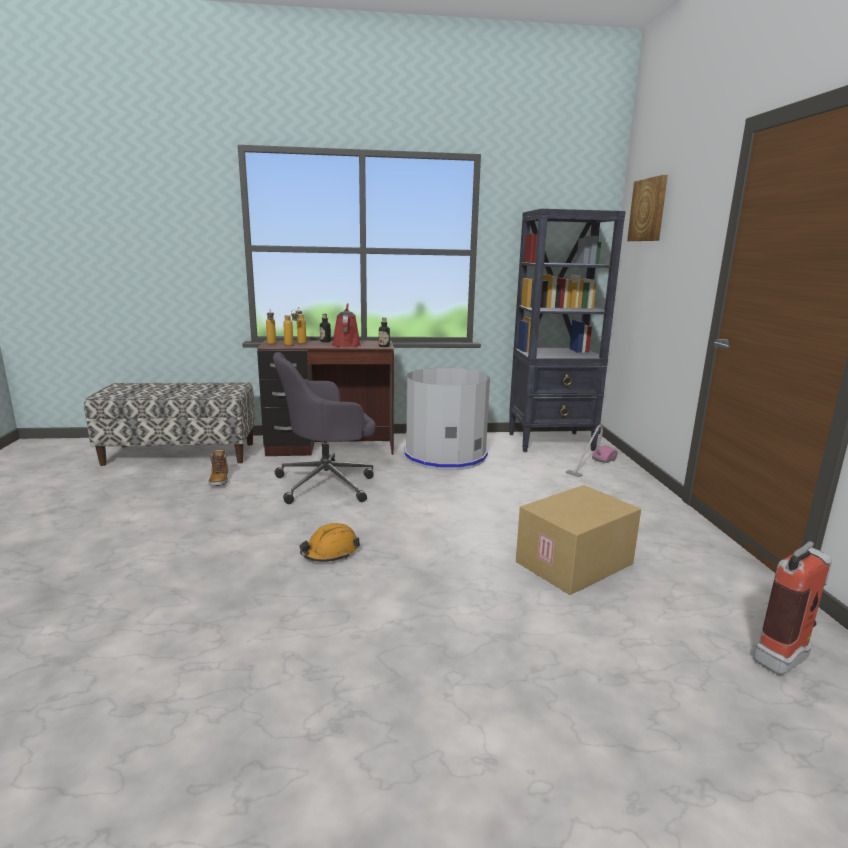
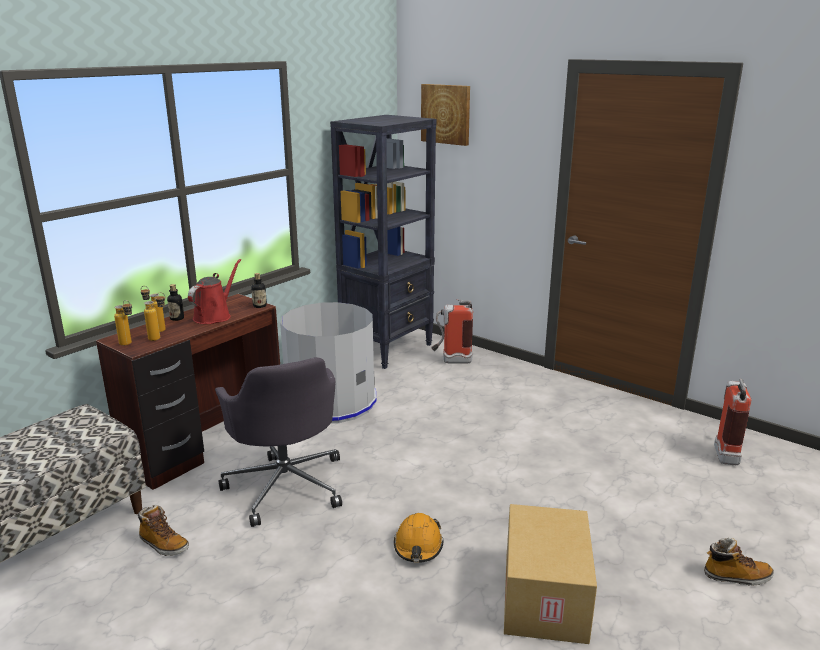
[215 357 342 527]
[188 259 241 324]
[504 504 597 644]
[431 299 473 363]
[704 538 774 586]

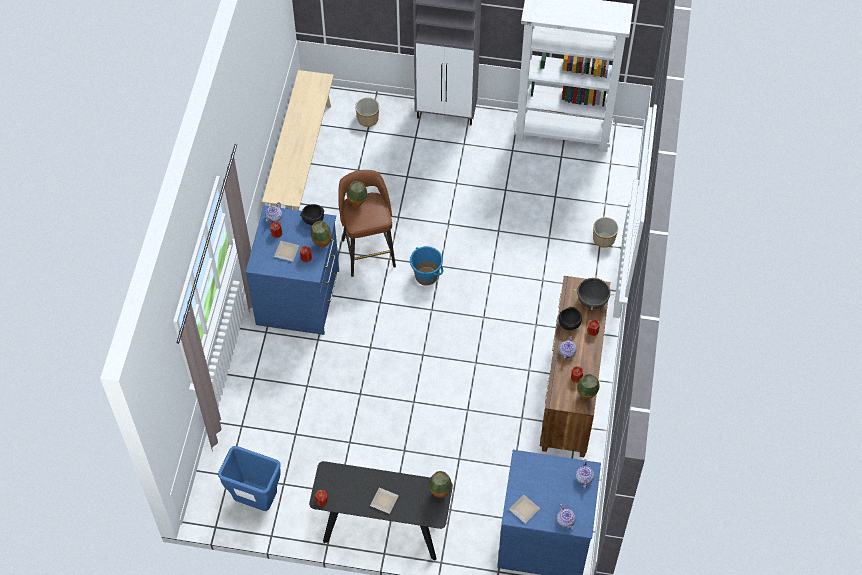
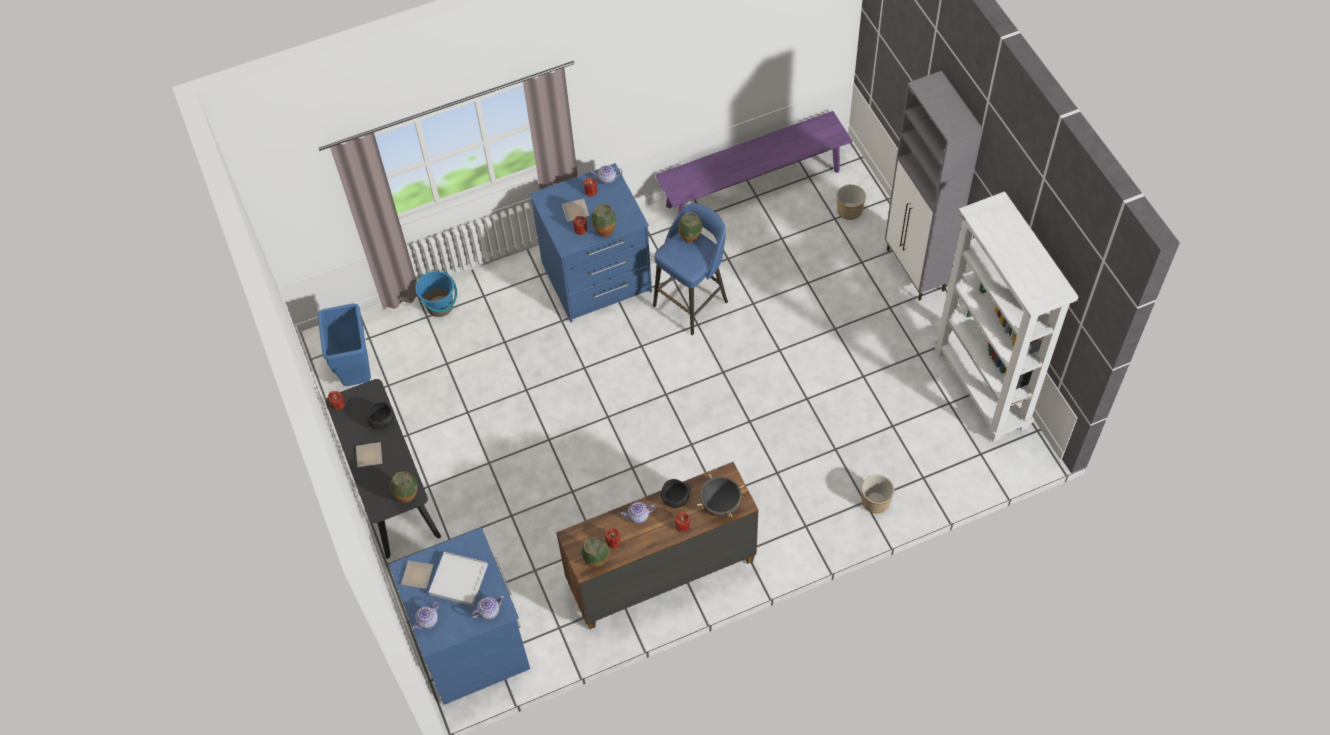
[655 111 852 215]
[367 402 394 430]
[653 203 728 335]
[415 271 457 317]
[429 552 488 606]

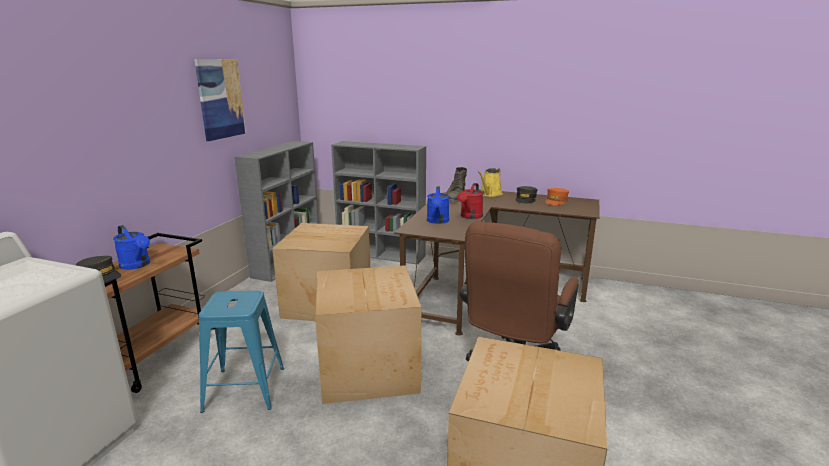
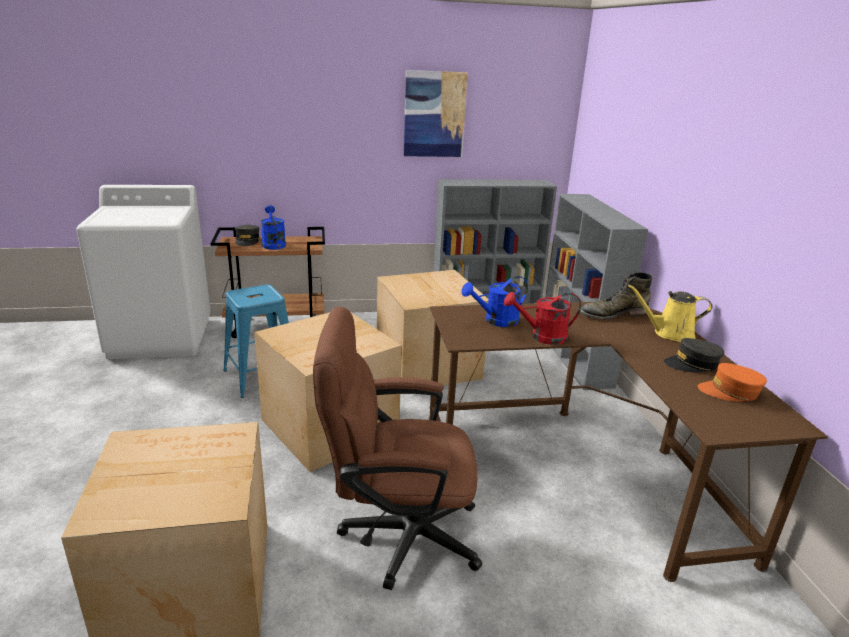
[261 205 286 250]

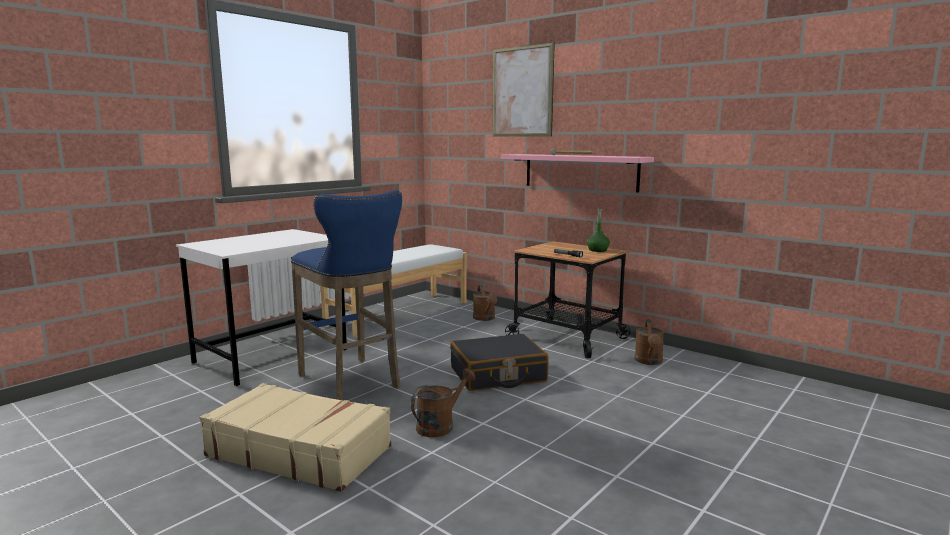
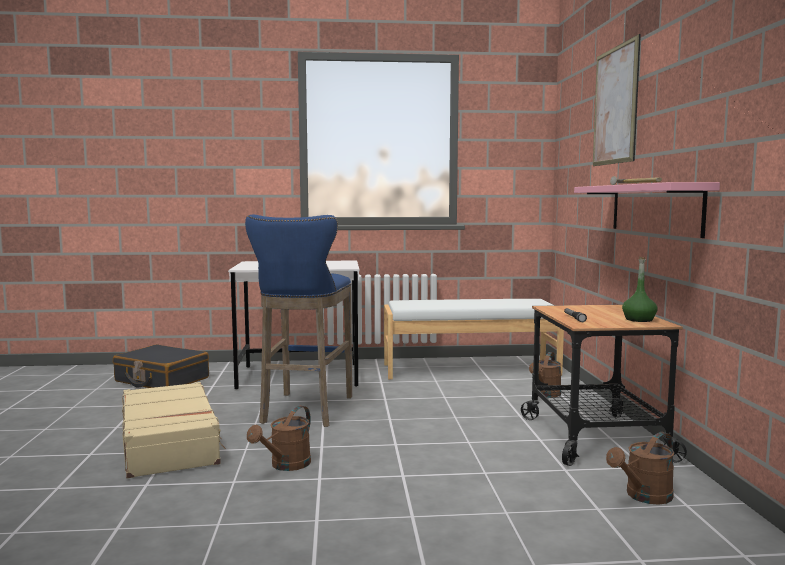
[247 406 311 471]
[113 344 209 388]

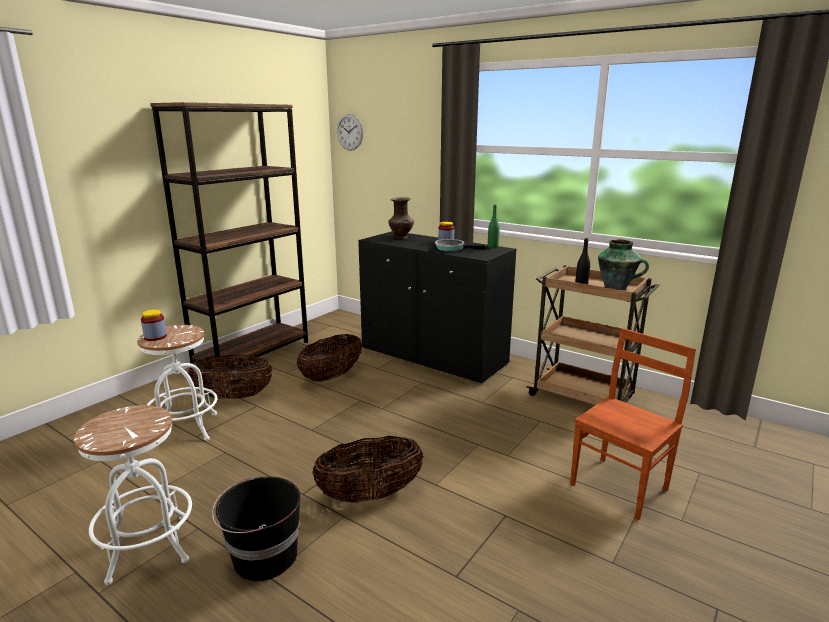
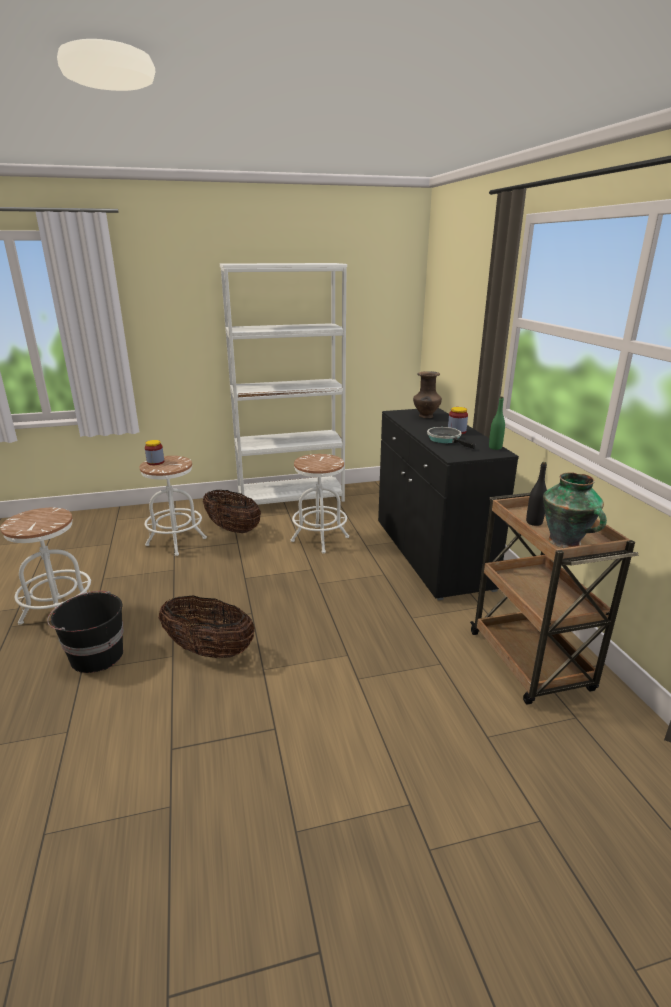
[220 263 347 509]
[290 454 349 553]
[337 114 363 151] (first image)
[570 328 696 521] (first image)

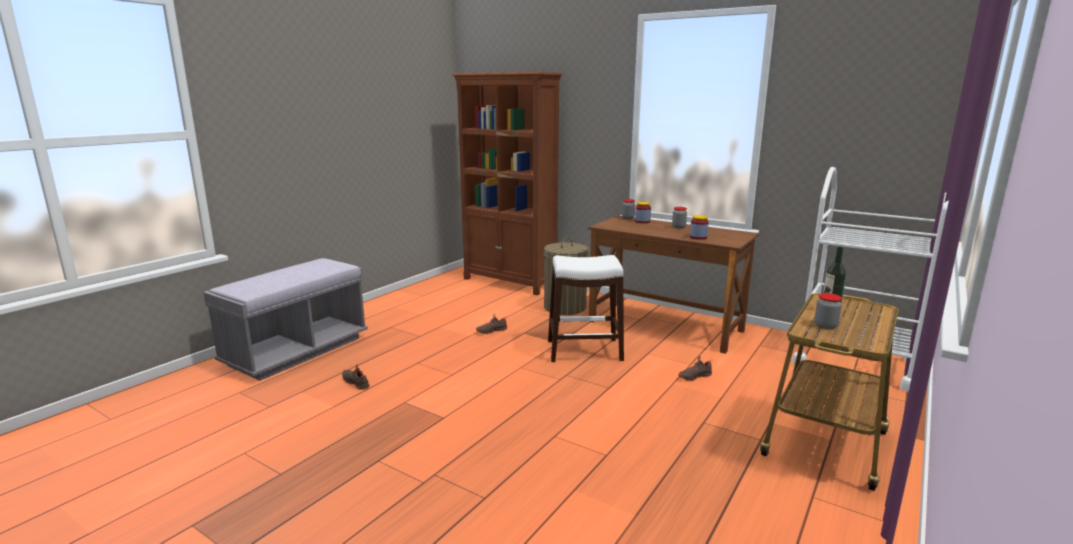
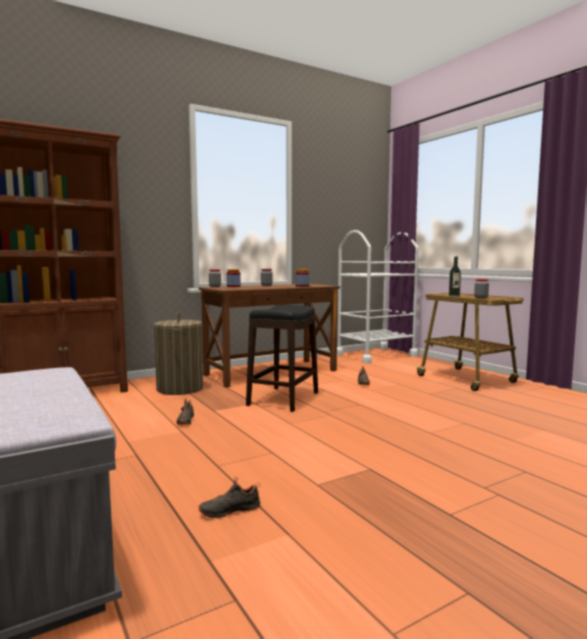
[246 305 318 412]

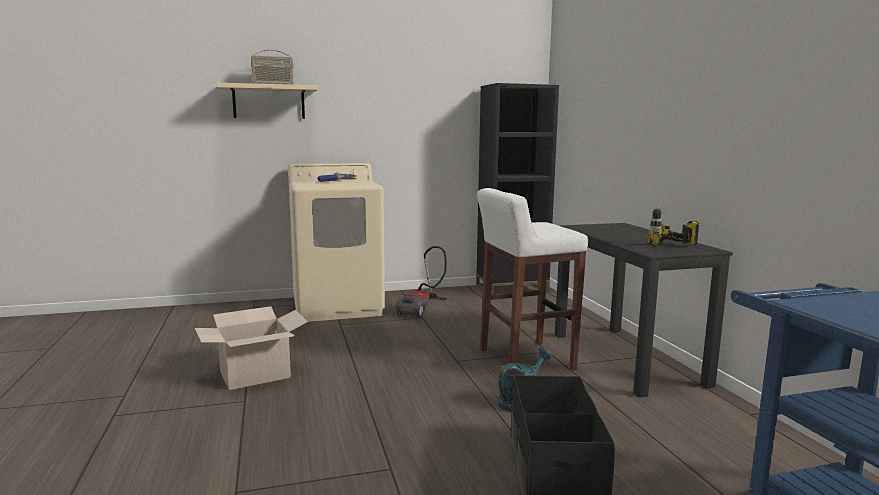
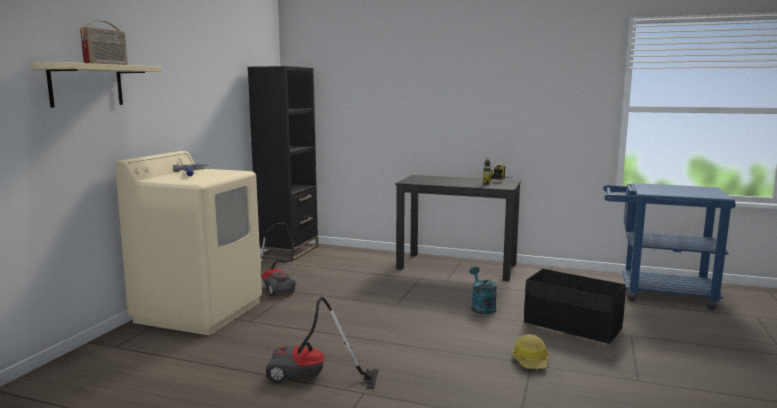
[266 297 378 390]
[477 188 588 370] (first image)
[512 334 549 369]

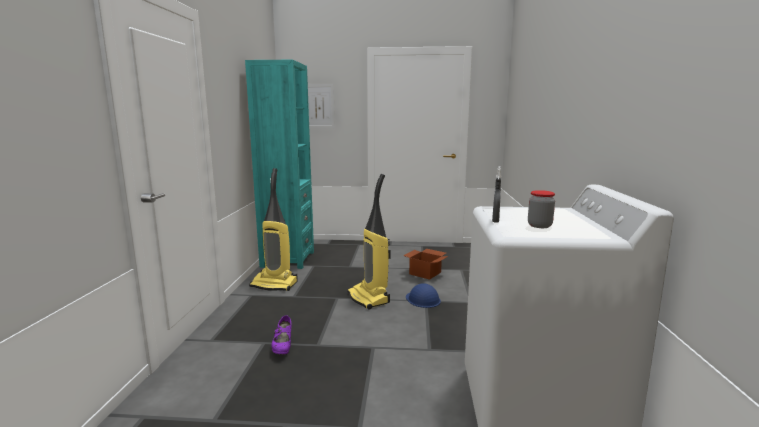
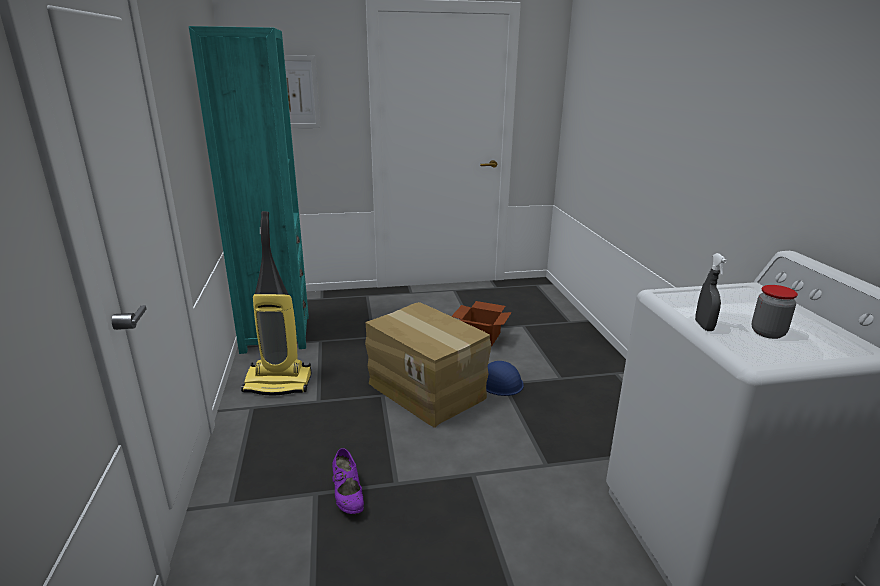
[365 302 491 428]

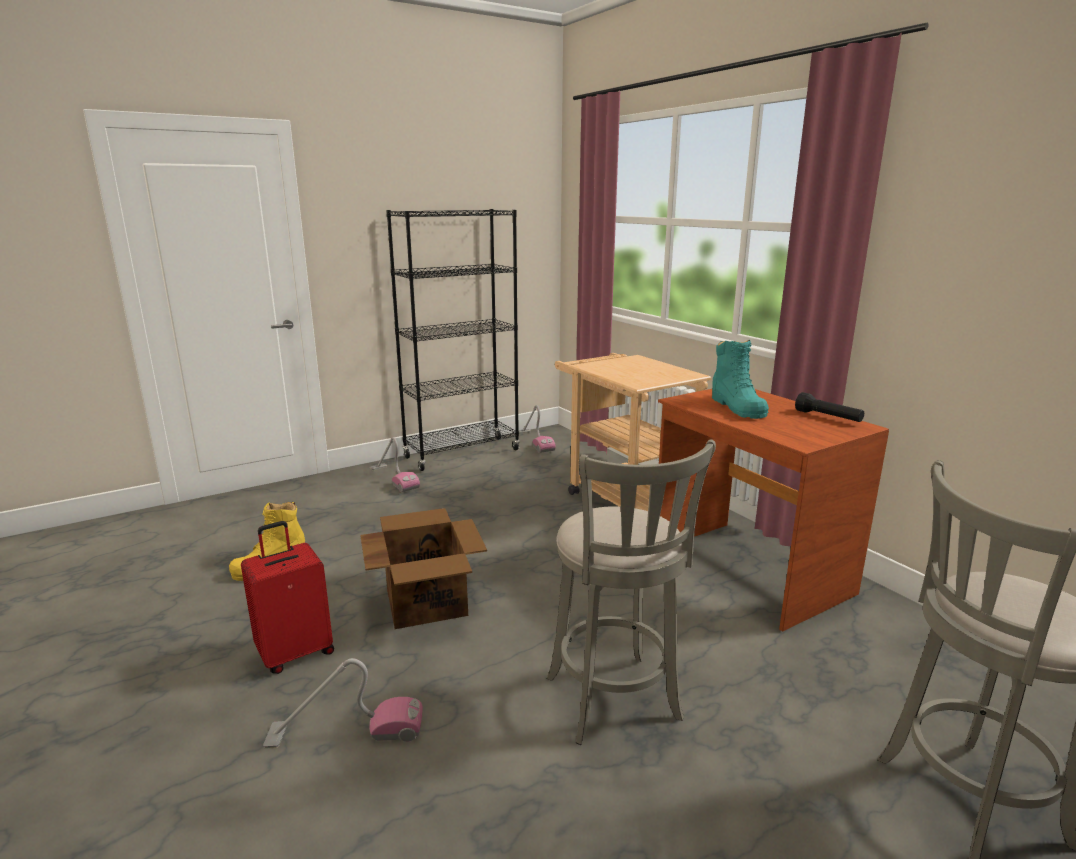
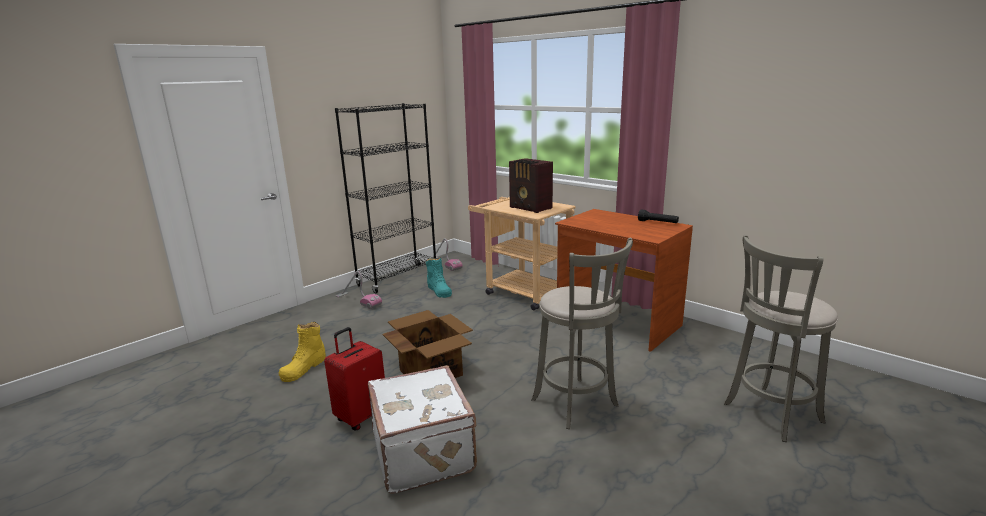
[368 365 477 494]
[426 258 452 298]
[509 158 553 213]

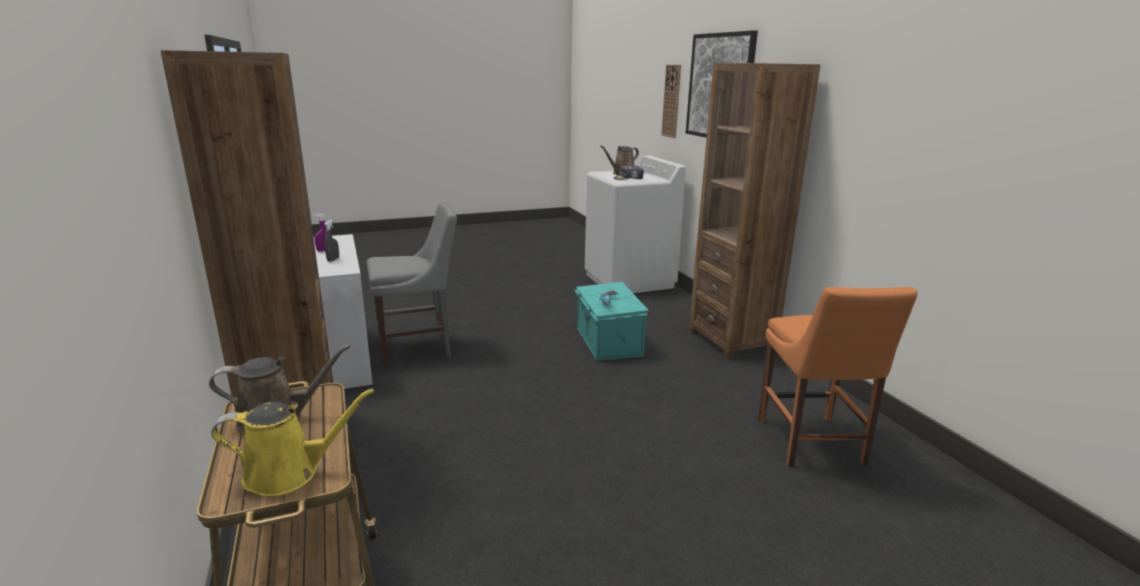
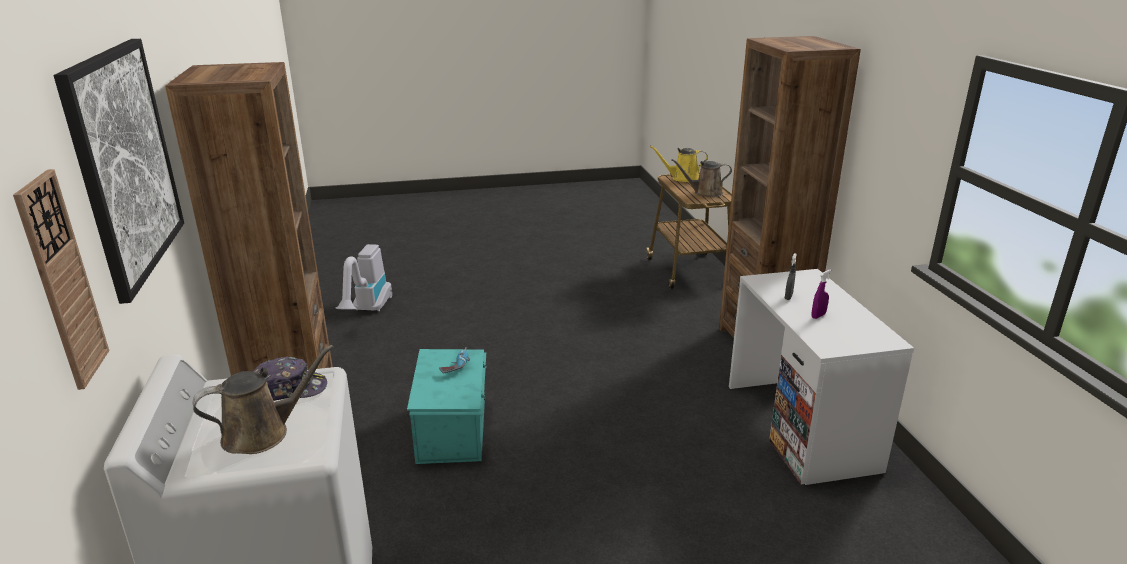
[366 202 457 367] (first image)
[336 244 392 311]

